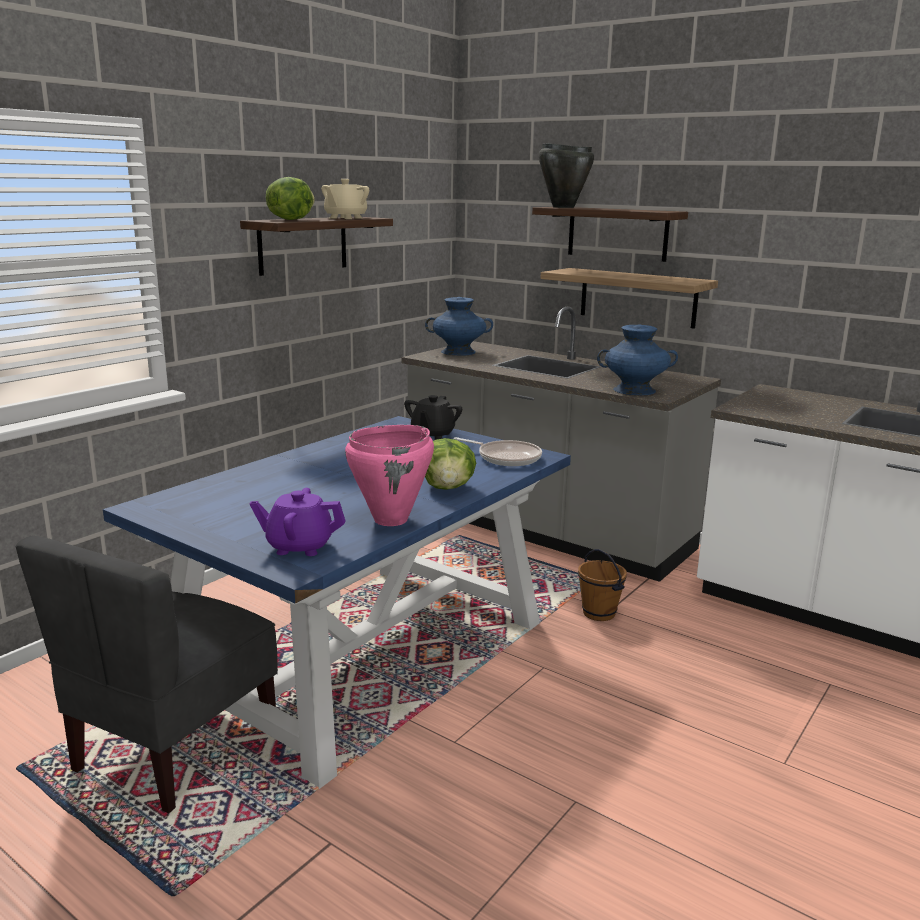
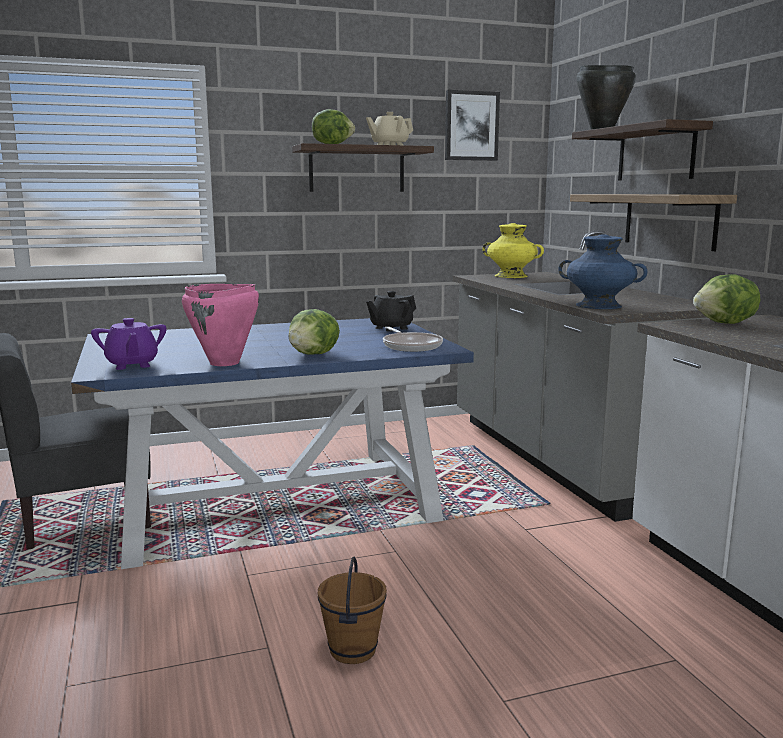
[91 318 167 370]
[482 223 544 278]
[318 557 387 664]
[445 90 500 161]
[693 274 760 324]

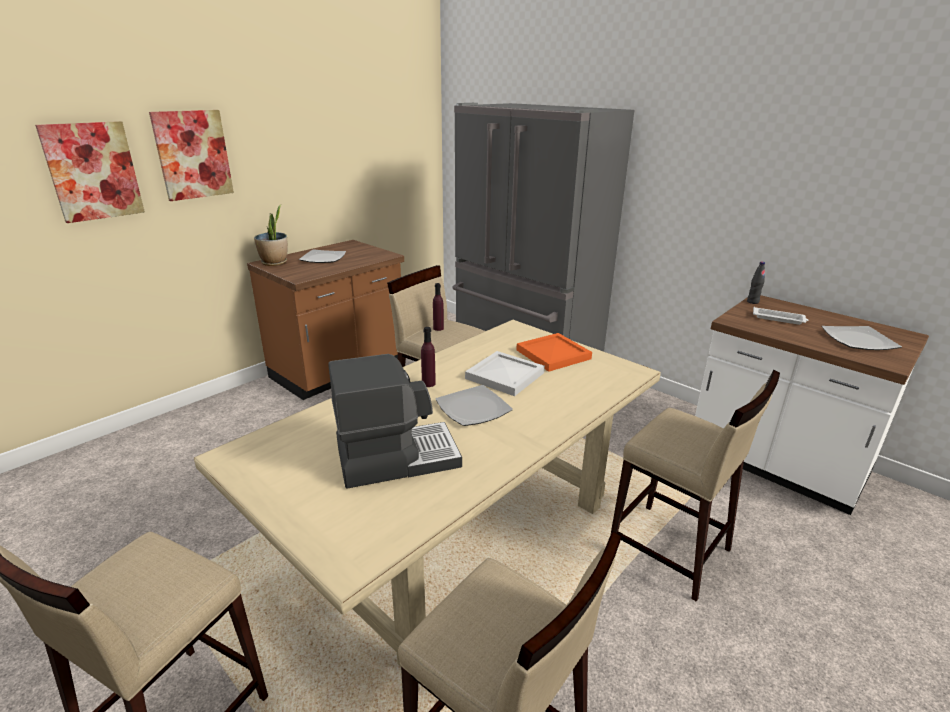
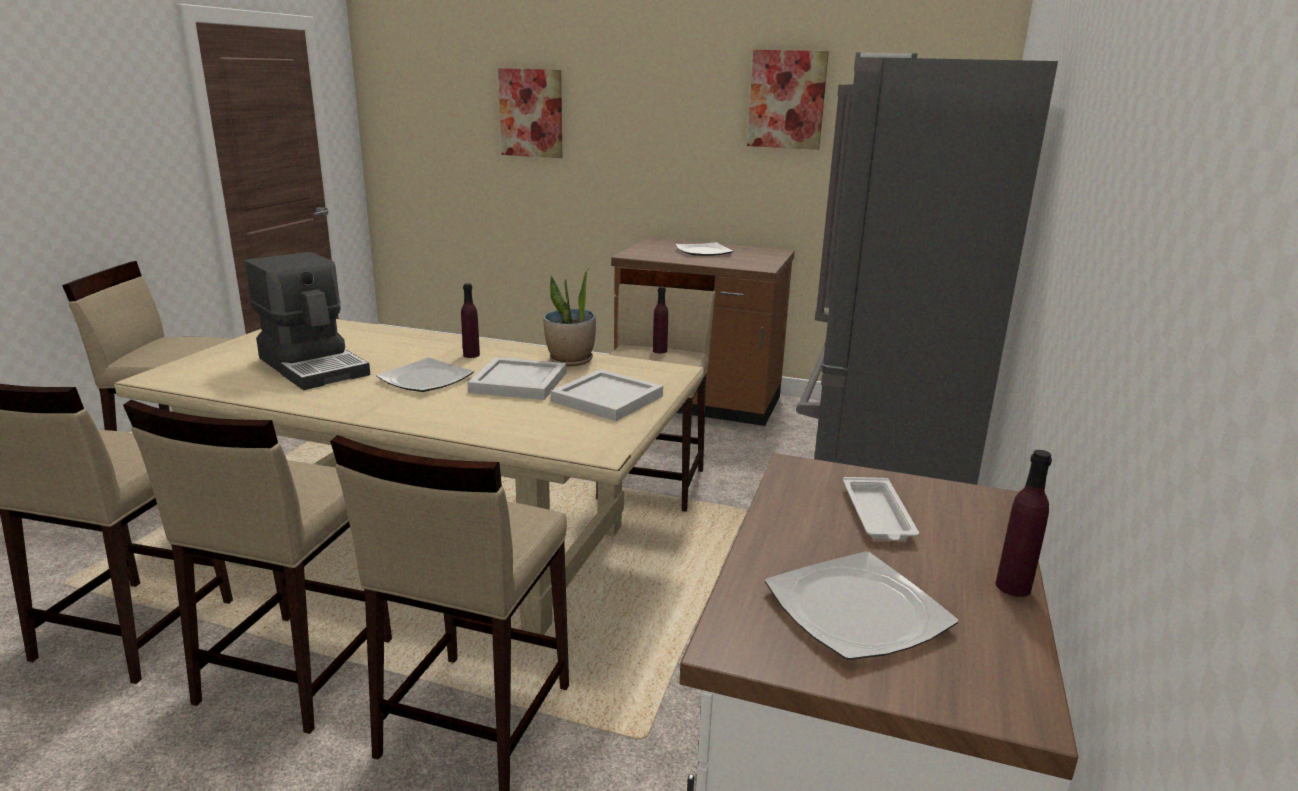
[747 50 829 150]
[543 268 596 366]
[551 369 663 421]
[747 262 765 304] (first image)
[123 400 392 734]
[996 450 1052 597]

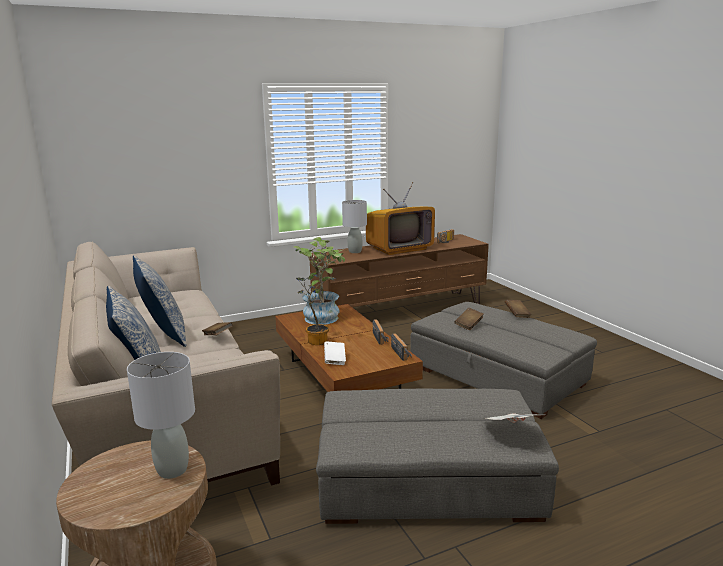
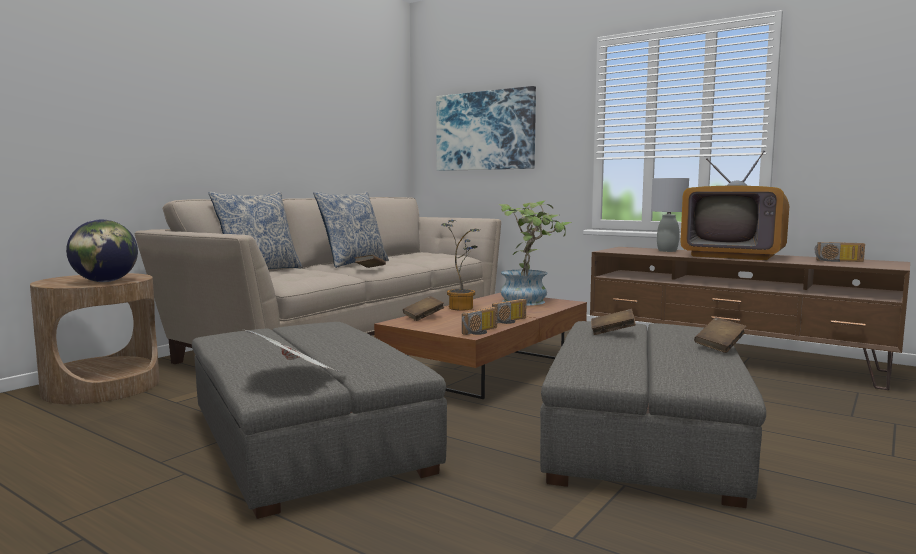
[66 220 138 282]
[403 296 444 321]
[436 86 536 171]

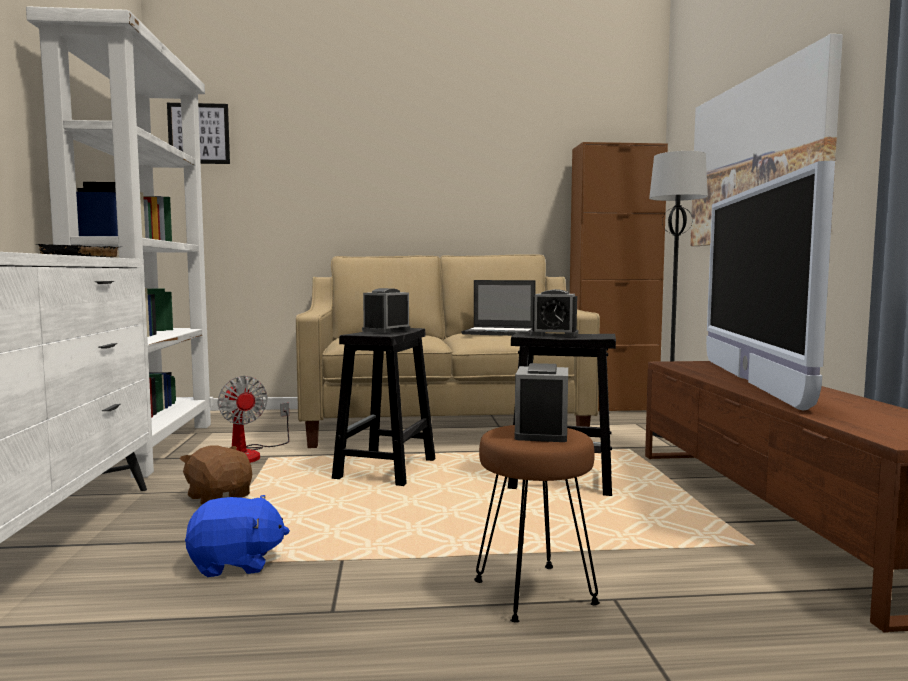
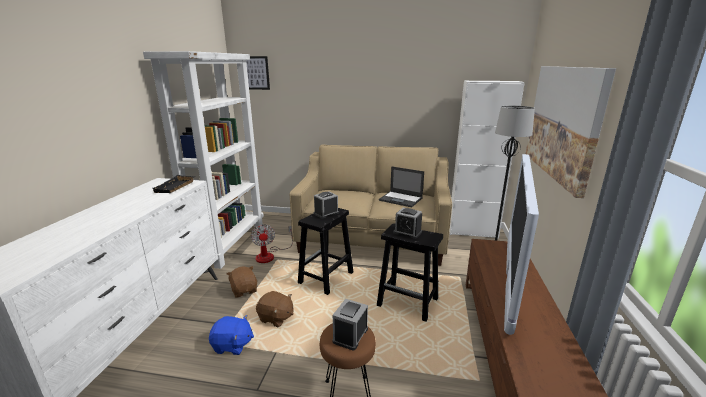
[450 81 525 239]
[256 291 294 327]

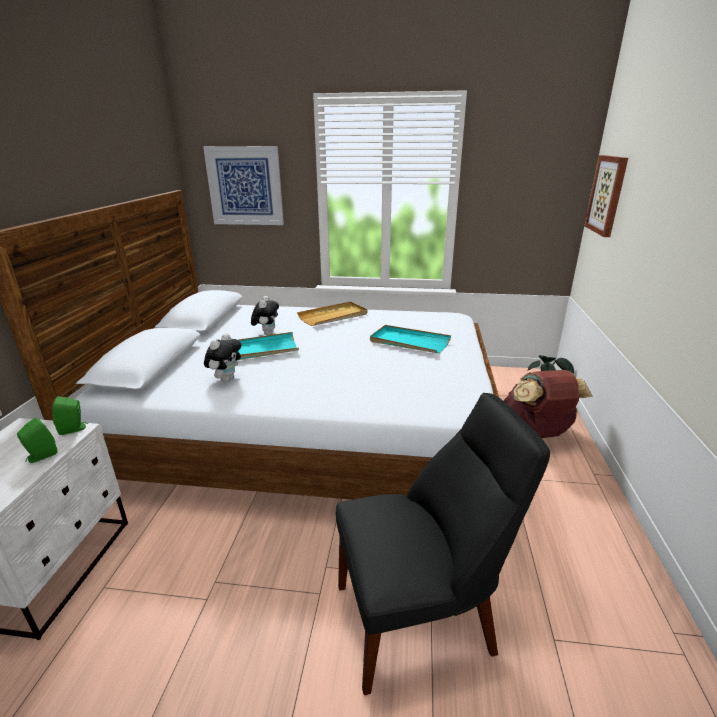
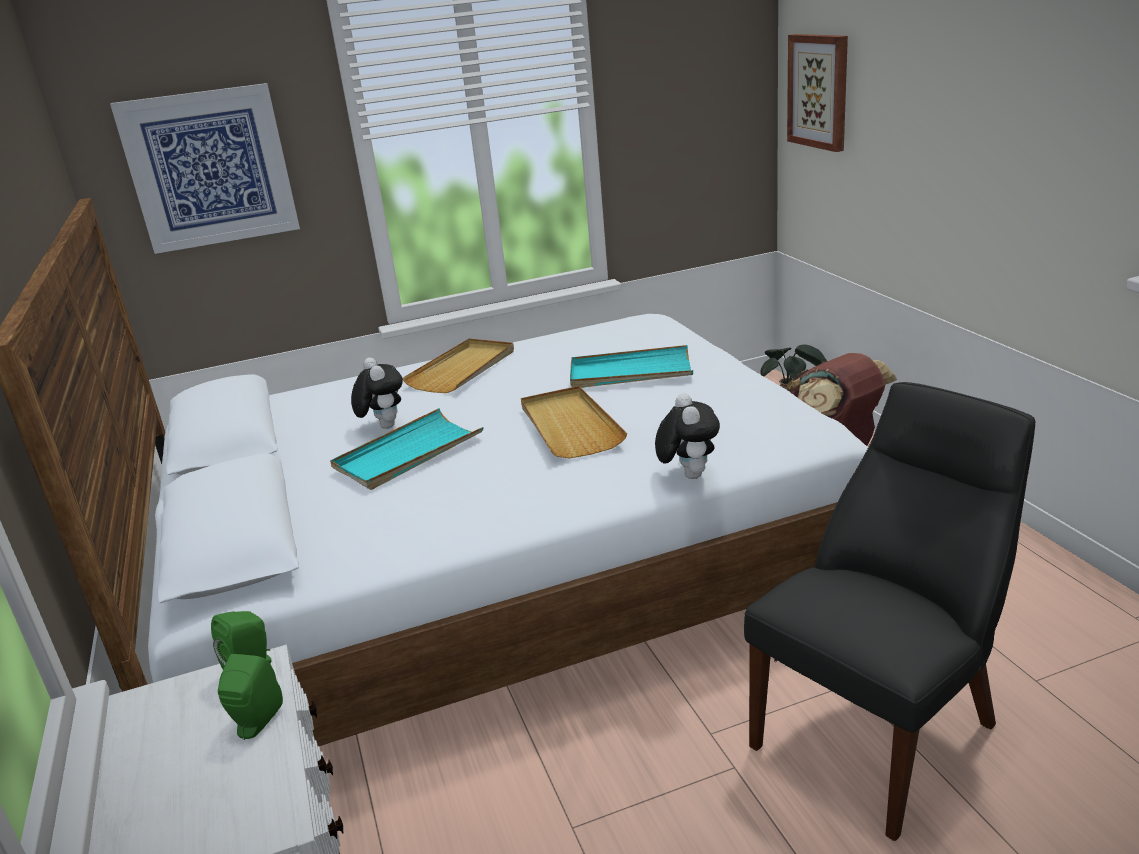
[655 393 720 479]
[521 386 627 459]

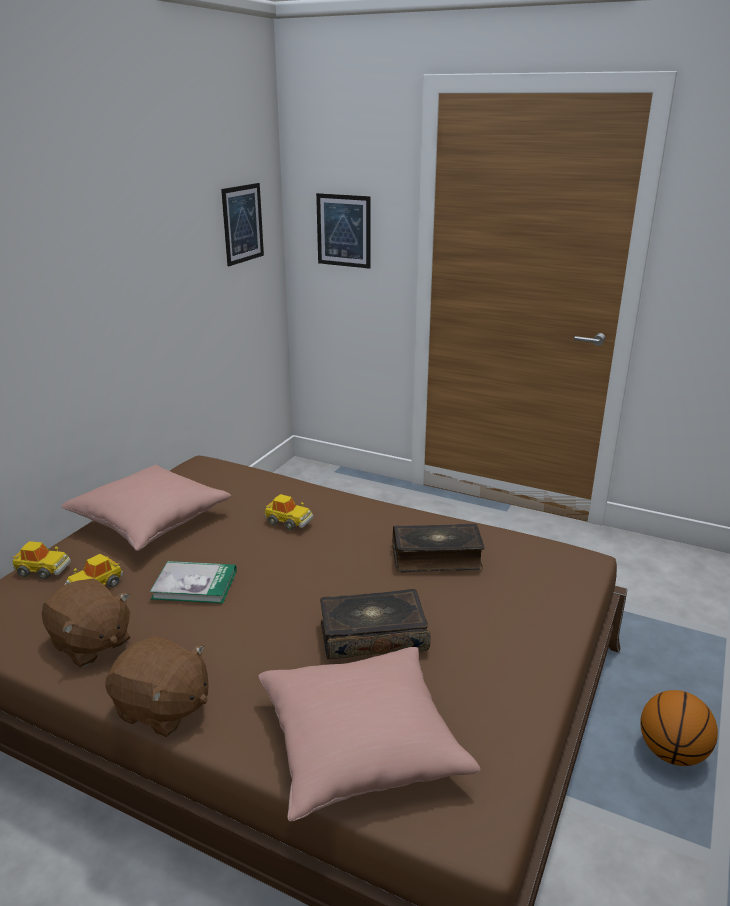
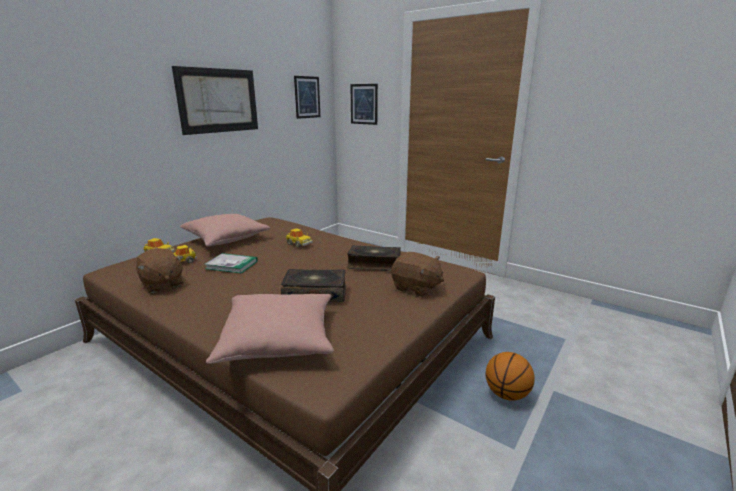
[391 252 444 297]
[172 66 258 135]

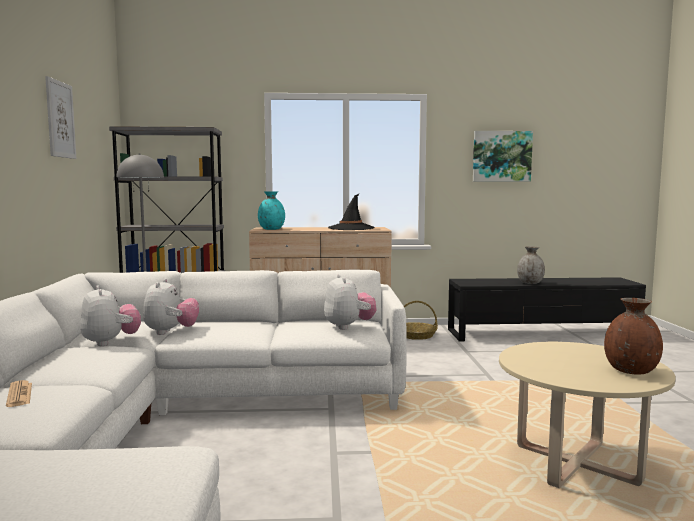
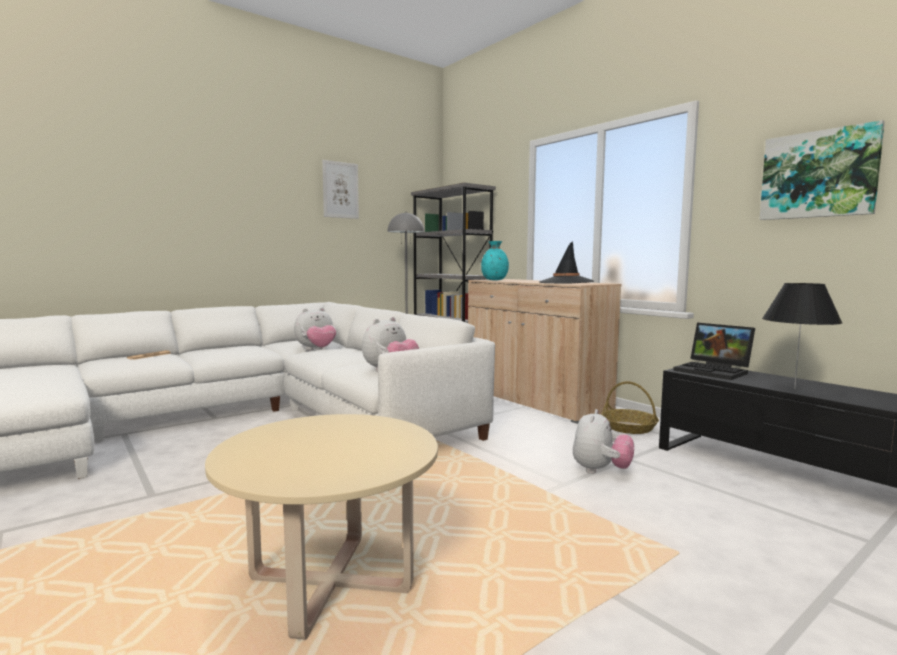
[573 409 634 474]
[762 283 842 389]
[604 298 663 375] (first image)
[673 323 755 380]

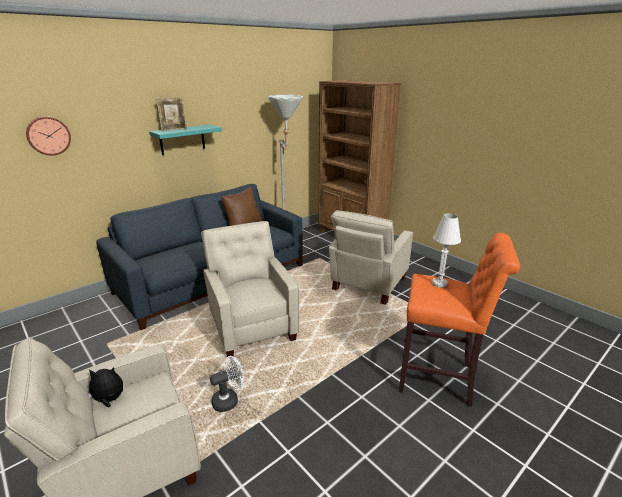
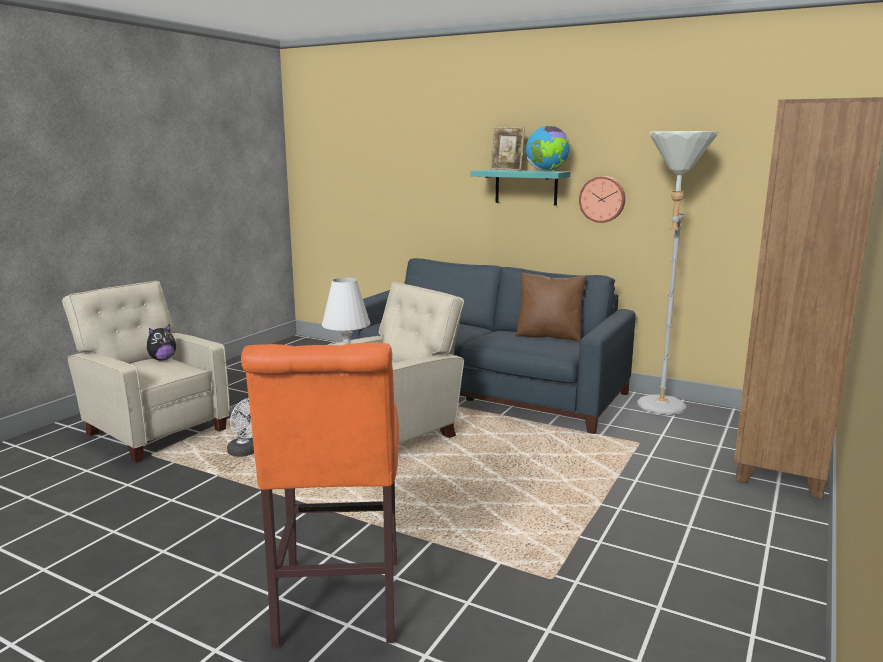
[579 176 625 223]
[147 324 176 361]
[329 210 413 305] (first image)
[526 126 570 172]

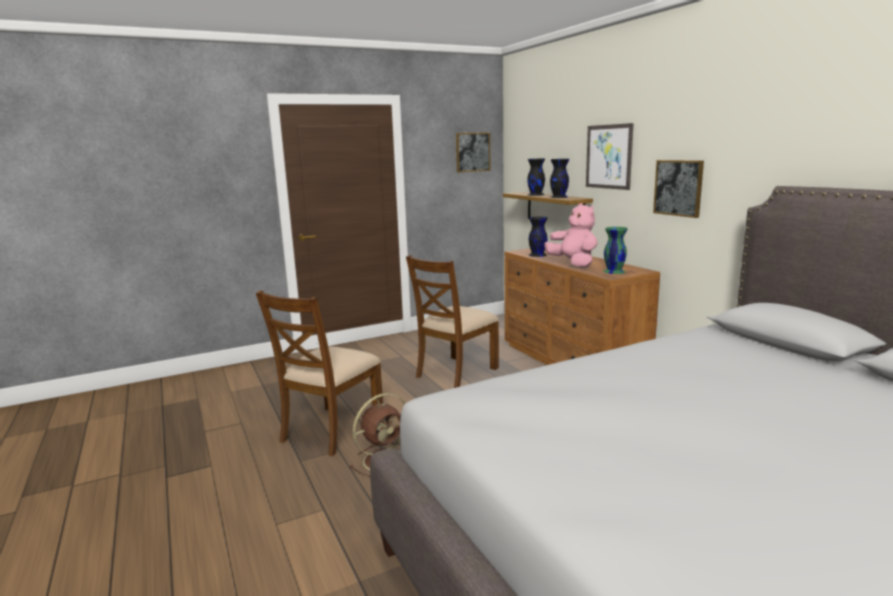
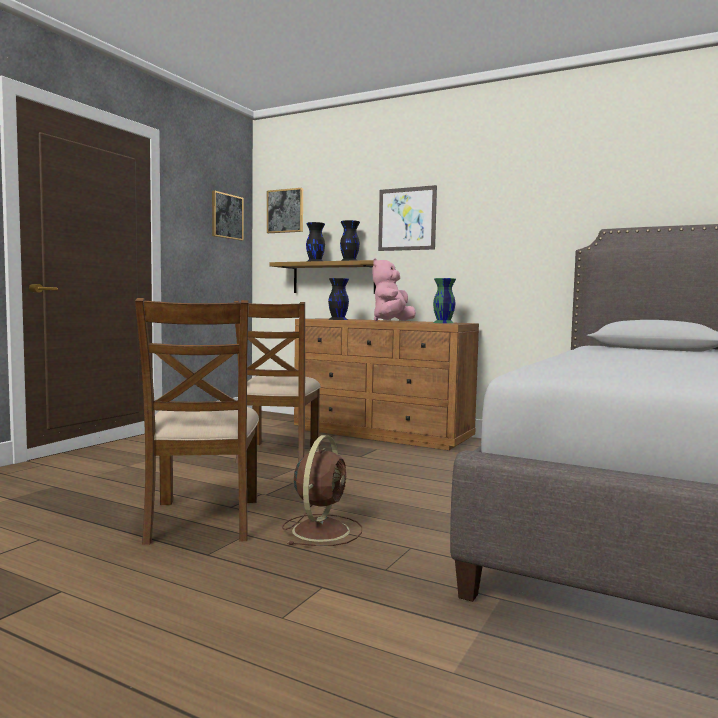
[372 258 416 321]
[267 188 303 233]

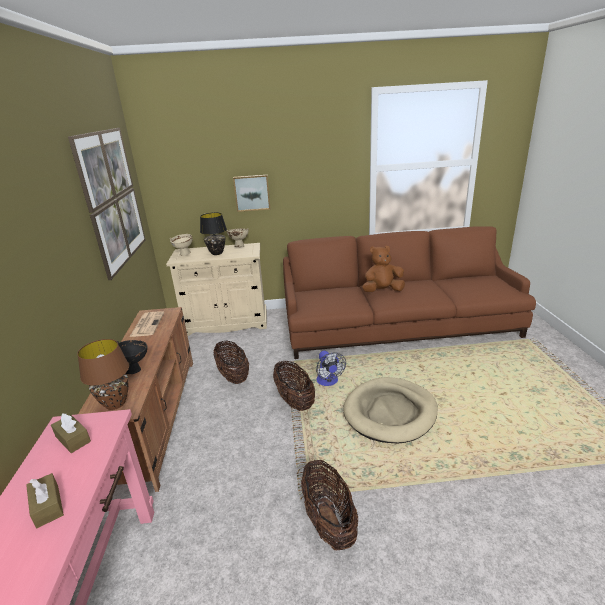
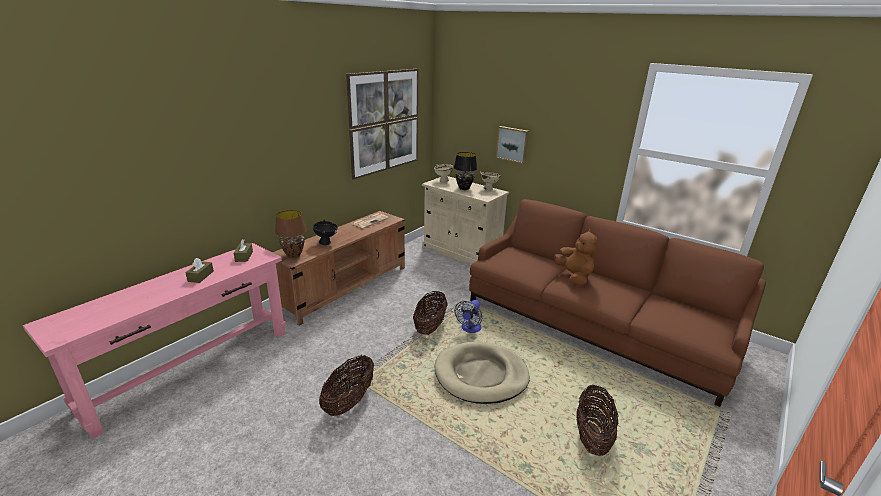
[576 385 619 456]
[554 229 598 286]

